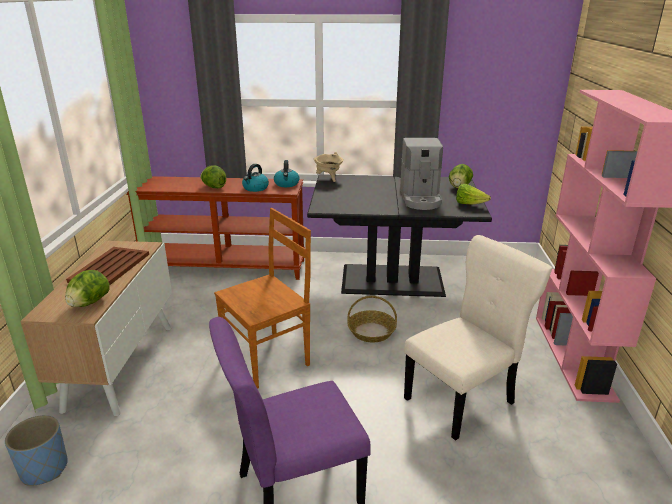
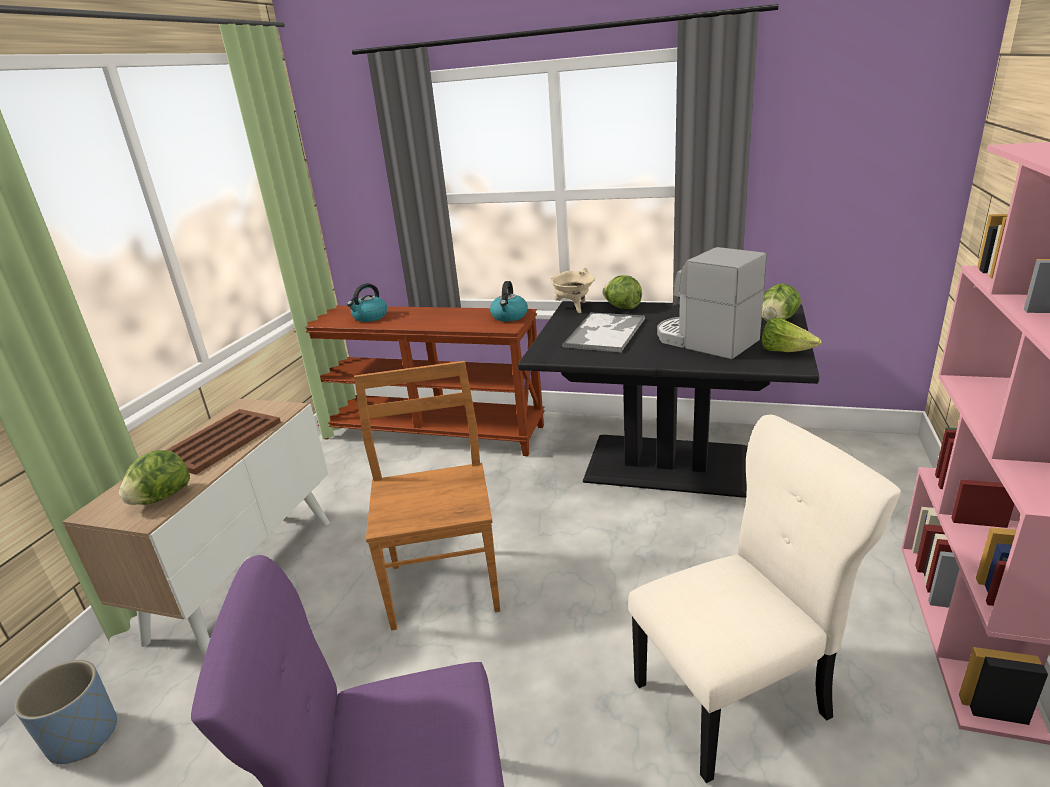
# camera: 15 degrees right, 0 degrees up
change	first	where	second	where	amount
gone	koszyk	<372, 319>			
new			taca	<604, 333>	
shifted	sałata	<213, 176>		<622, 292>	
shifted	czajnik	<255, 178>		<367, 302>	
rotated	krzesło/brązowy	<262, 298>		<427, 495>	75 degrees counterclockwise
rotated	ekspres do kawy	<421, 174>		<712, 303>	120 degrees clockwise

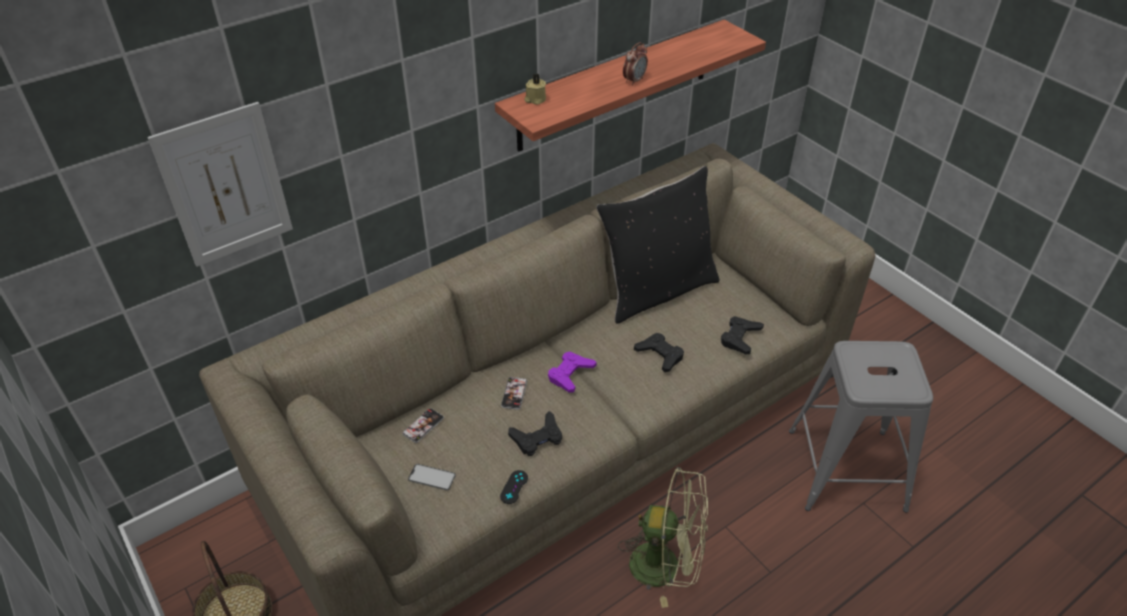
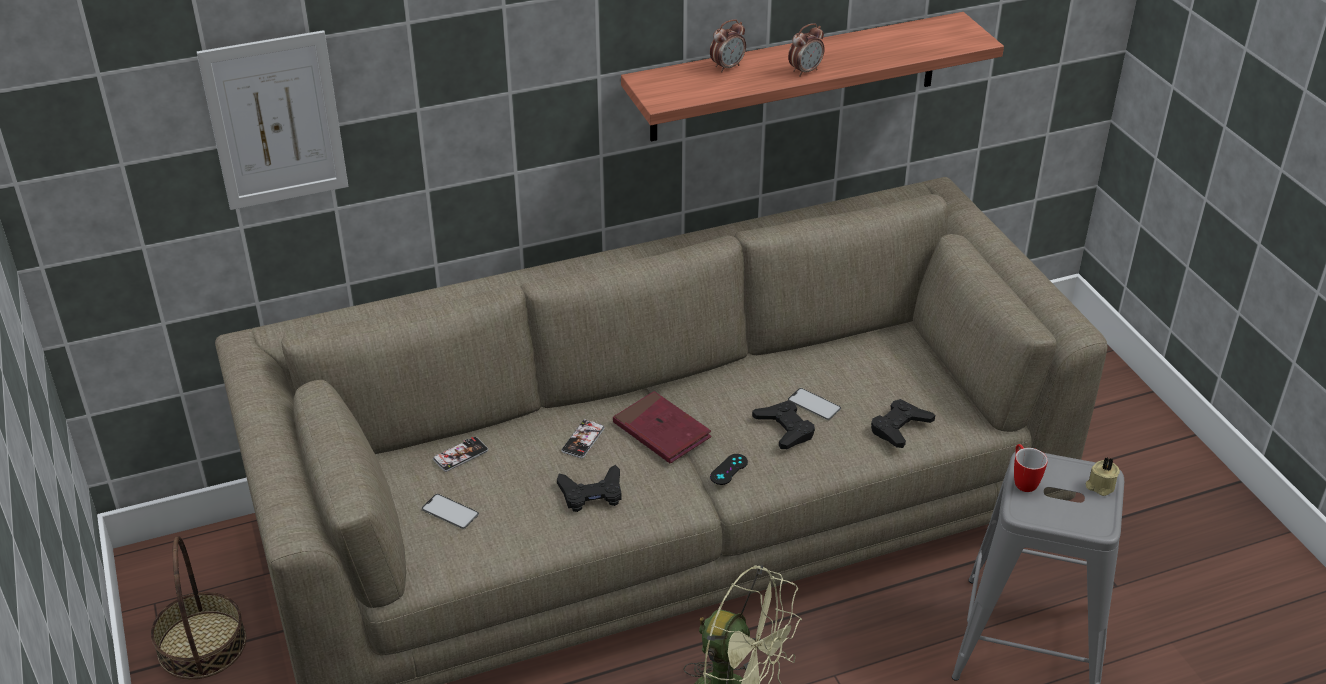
# camera: 15 degrees right, 5 degrees down
change	first	where	second	where	amount
gone	poduszka/czarny	<657, 245>			
new			budzik	<728, 45>	
new			telefon	<814, 404>	
new			kubek	<1031, 468>	
shifted	pad do gier/czarny	<514, 487>		<729, 469>	
shifted	świeca/beżowy	<535, 89>		<1103, 476>	
swapped	pad do gier/fioletowy	<572, 372>	książka/czerwony	<662, 427>	

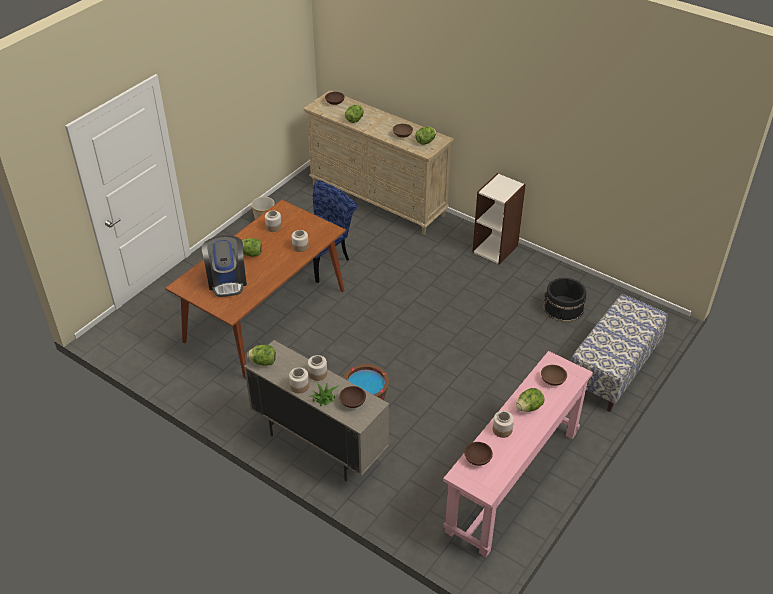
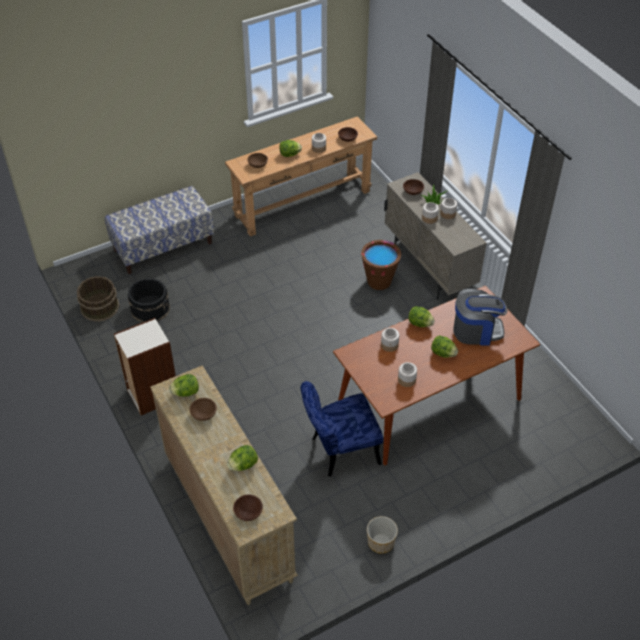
# camera: 155 degrees left, 5 degrees up
change	first	where	second	where	amount
new			wiadro/brązowy	<98, 299>	
shifted	sałata	<261, 355>		<421, 316>	
repainted	stolik konsolowy/różowy	<518, 454>	stolik konsolowy/brązowy	<301, 176>	
rotated	ekspres do kawy	<224, 266>		<480, 317>	75 degrees clockwise

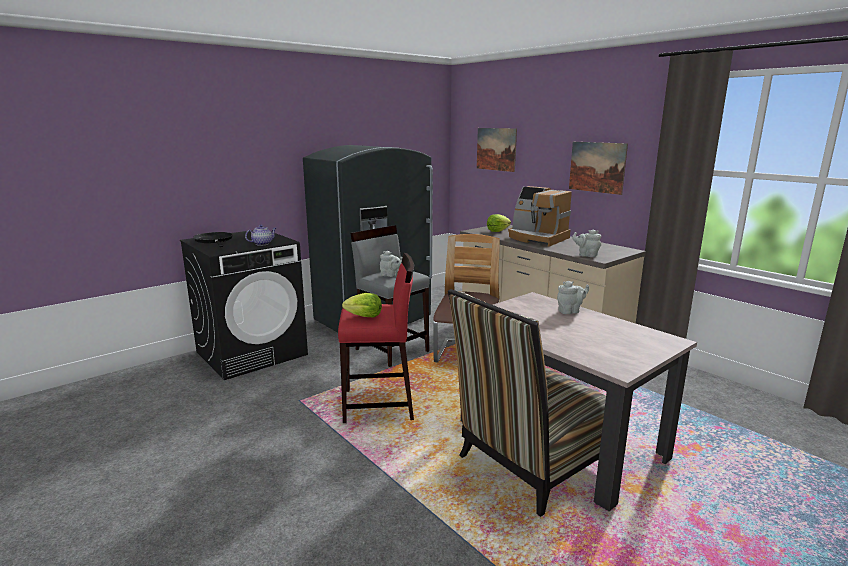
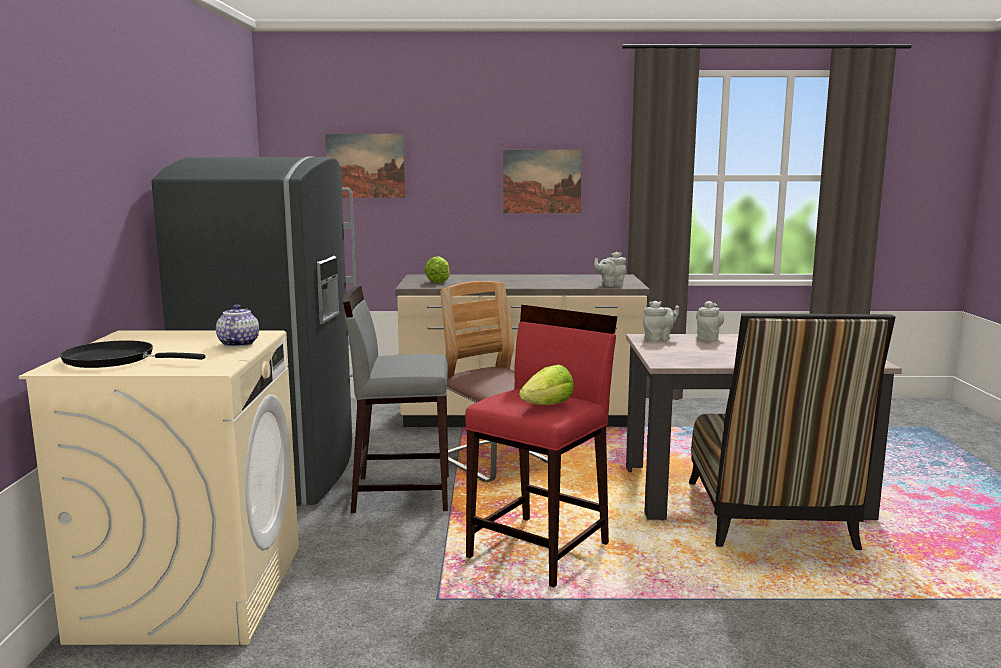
# camera: 50 degrees left, 5 degrees down
change	first	where	second	where	amount
gone	ekspres do kawy	<540, 216>			
shifted	imbryk/szary	<391, 264>		<661, 321>	
repainted	pralka/czarny	<244, 305>	pralka/beżowy	<159, 487>	

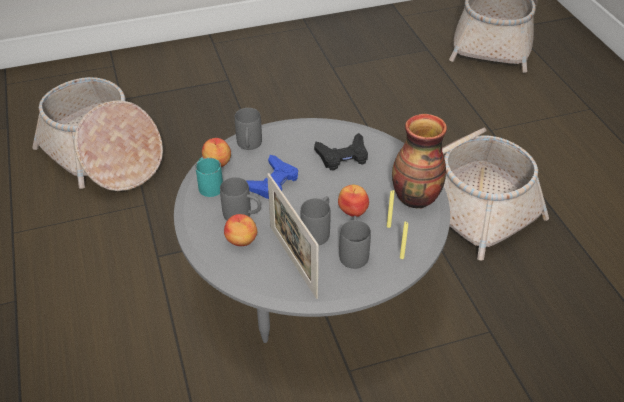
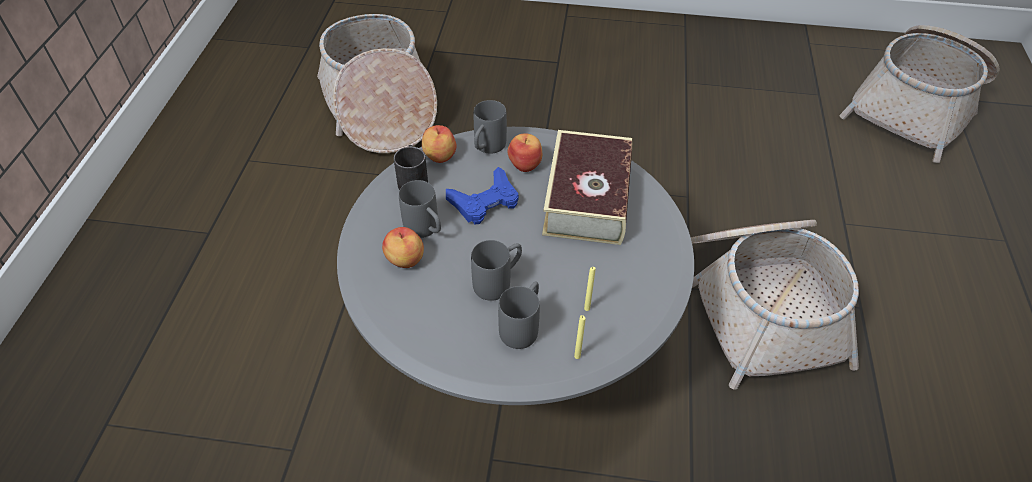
# camera: 25 degrees right, 5 degrees up
change	first	where	second	where	amount
gone	ramka na zdjęcie	<293, 236>			
gone	wazon	<419, 161>			
shifted	jabłko	<353, 201>		<524, 152>	
swapped	pad do gier/czarny	<341, 151>	książka	<587, 187>	
repainted	kubek/turkusowy	<209, 177>	kubek/czarny	<411, 167>	

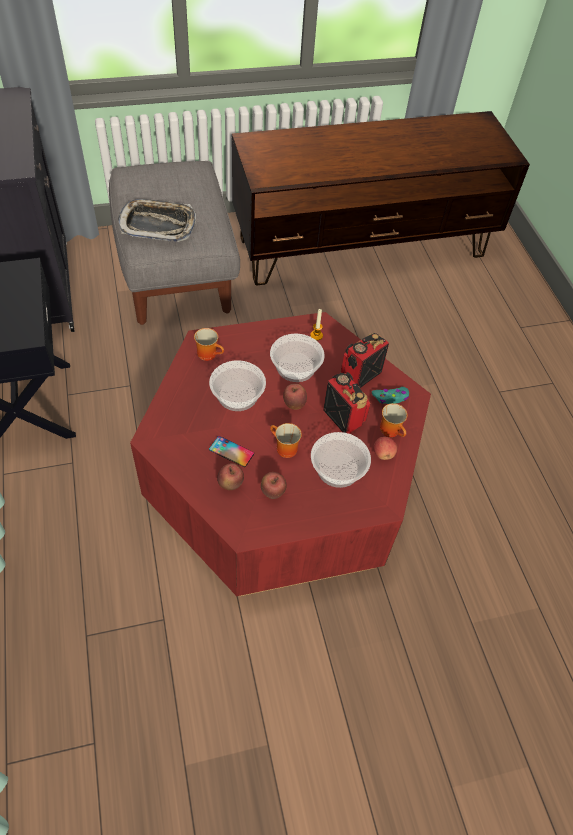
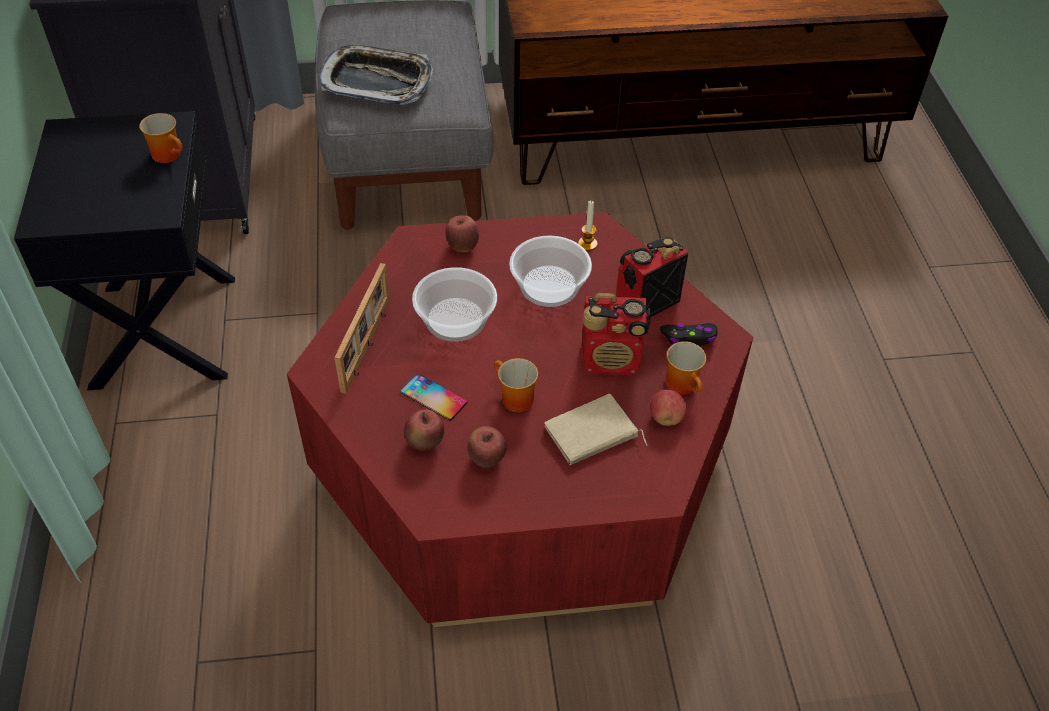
# camera: 10 degrees right, 5 degrees down
change	first	where	second	where	amount
new			ramka na zdjęcie	<362, 328>	
shifted	kubek	<209, 344>		<161, 138>	
shifted	jabłko	<295, 397>		<462, 233>	
swapped	miska	<341, 460>	książka/beżowy	<595, 429>	
repainted	pad do gier/turkusowy	<390, 395>	pad do gier/czarny	<689, 334>	
rotated	radio	<346, 403>		<616, 334>	120 degrees clockwise

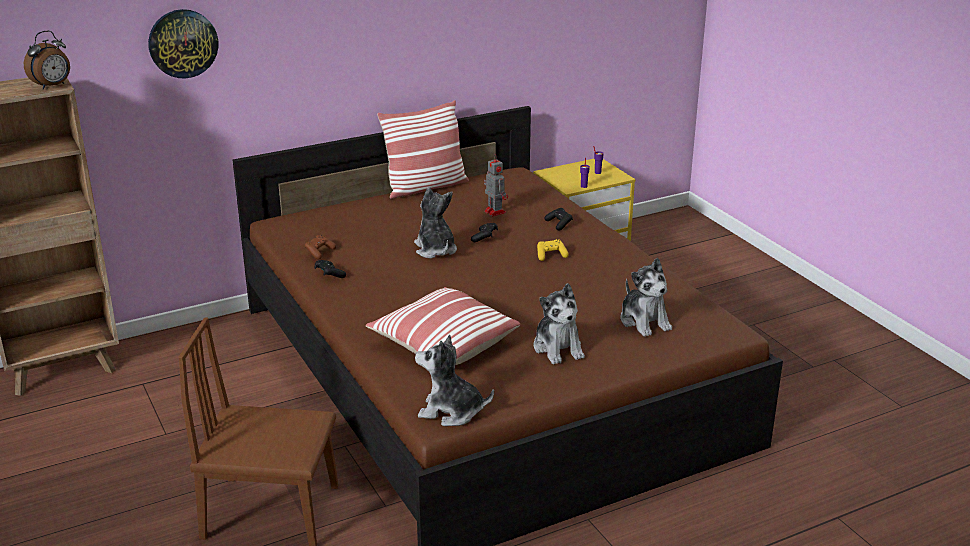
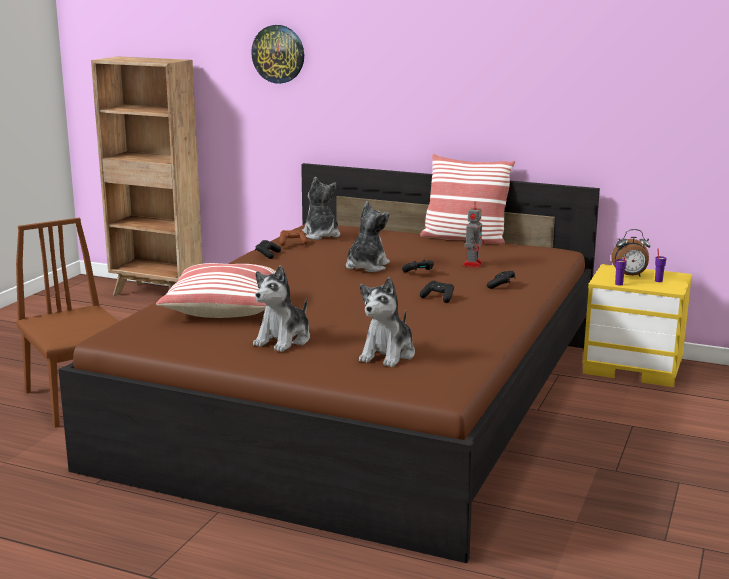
# camera: 50 degrees right, 10 degrees down
change	first	where	second	where	amount
shifted	budzik	<47, 60>		<630, 253>	
shifted	pluszak	<454, 380>		<321, 208>	
repainted	pad do gier/żółty	<553, 250>	pad do gier/czarny	<437, 292>	

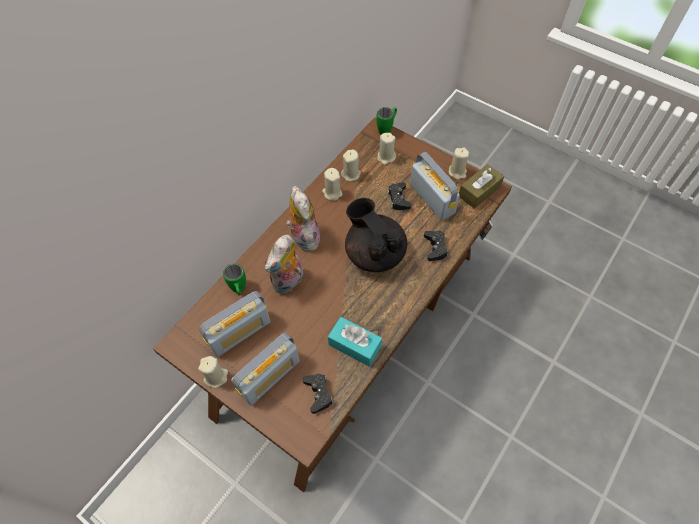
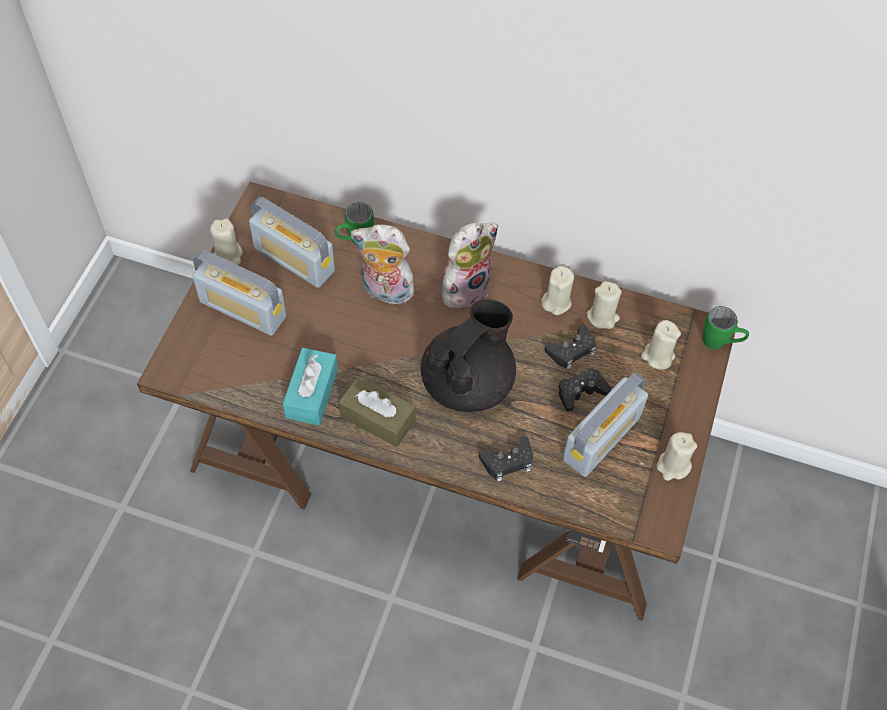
# camera: 70 degrees right, 0 degrees up
change	first	where	second	where	amount
shifted	pad do gier/czarny	<318, 394>		<570, 347>	
shifted	pudełko chusteczek/brązowy	<481, 186>		<377, 411>	

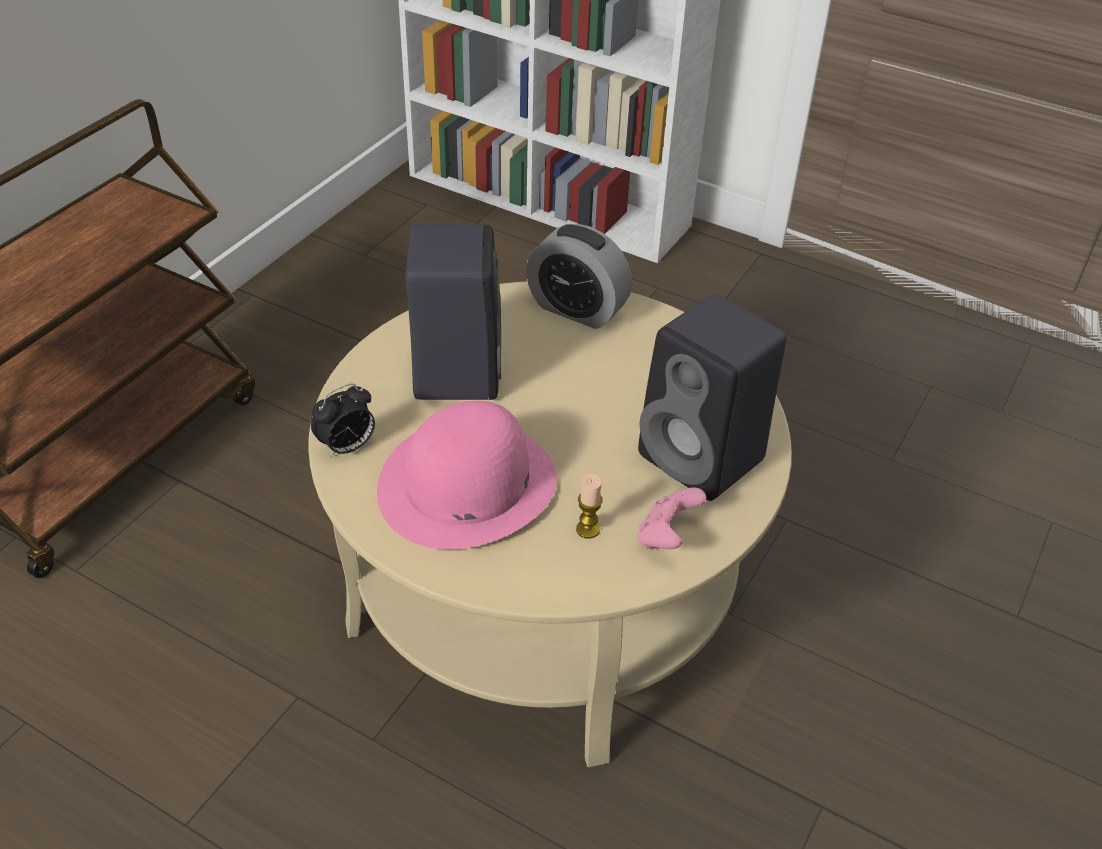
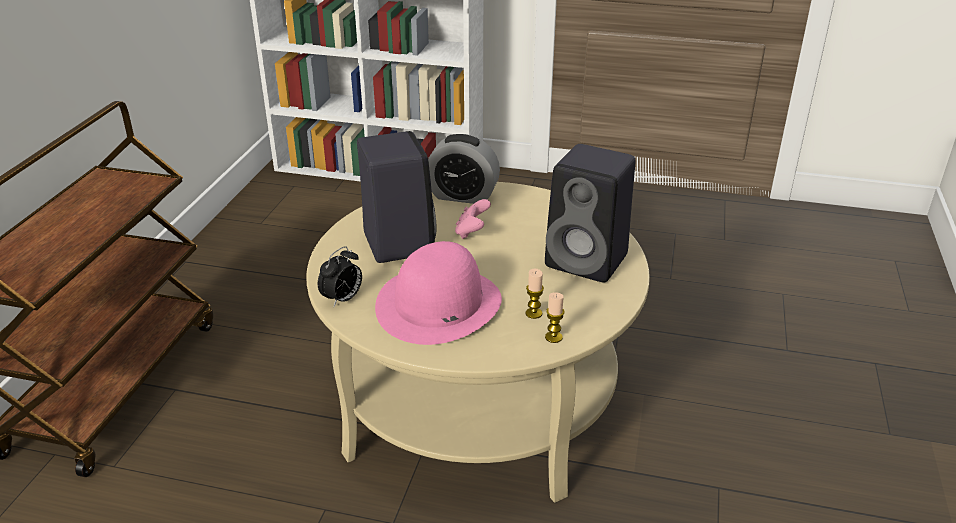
# camera: 15 degrees left, 10 degrees down
change	first	where	second	where	amount
new			świeca	<555, 317>	
shifted	pad do gier/różowy	<671, 518>		<473, 219>	

